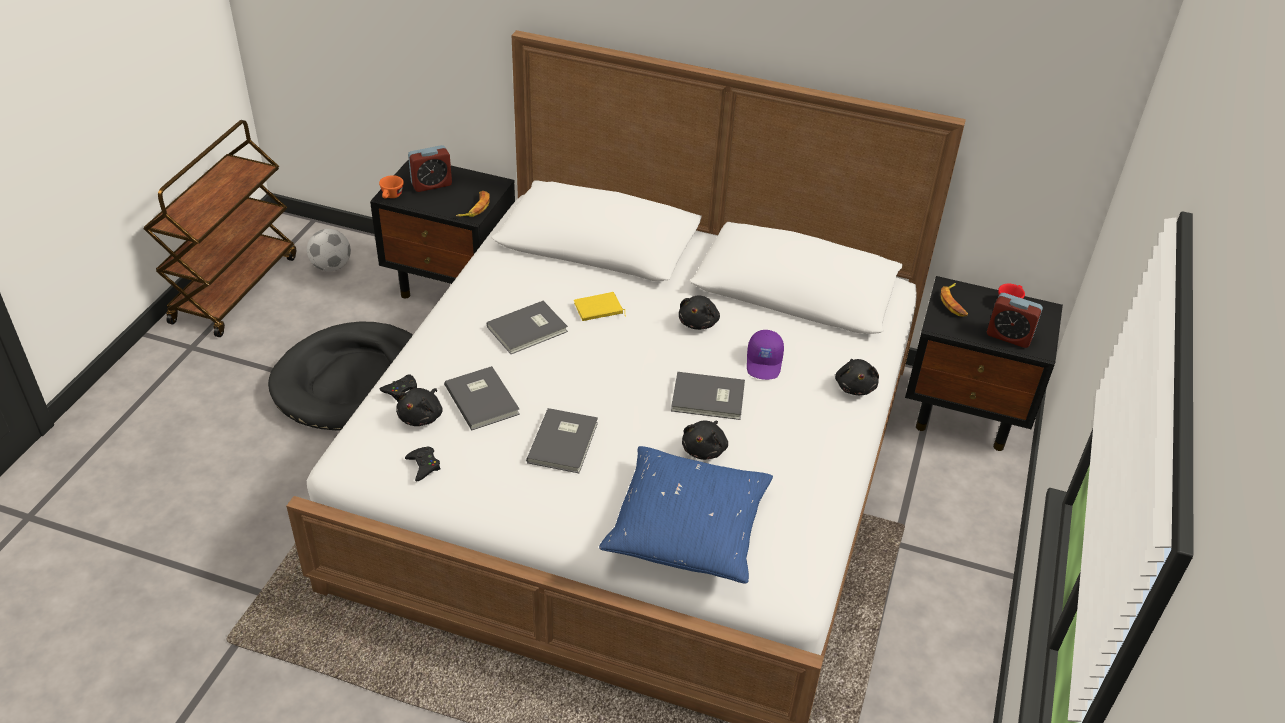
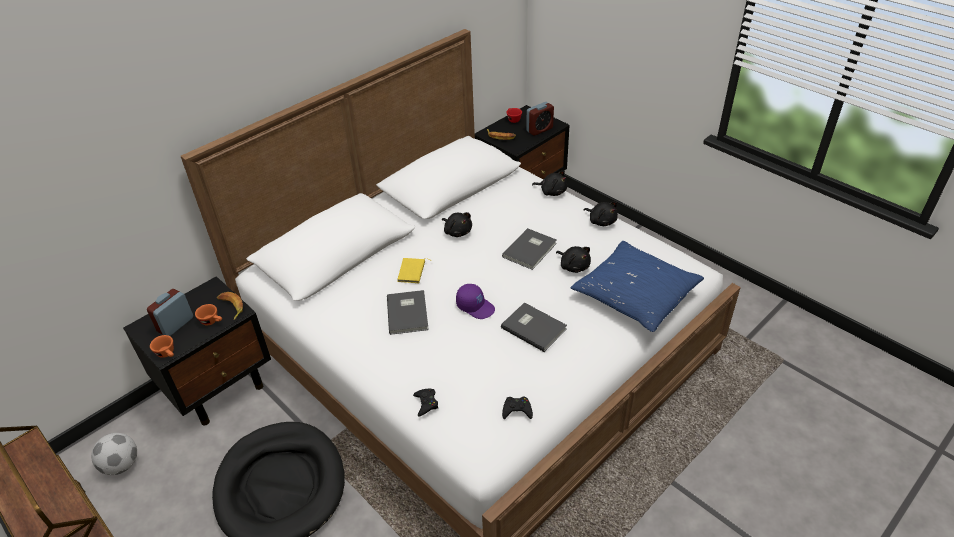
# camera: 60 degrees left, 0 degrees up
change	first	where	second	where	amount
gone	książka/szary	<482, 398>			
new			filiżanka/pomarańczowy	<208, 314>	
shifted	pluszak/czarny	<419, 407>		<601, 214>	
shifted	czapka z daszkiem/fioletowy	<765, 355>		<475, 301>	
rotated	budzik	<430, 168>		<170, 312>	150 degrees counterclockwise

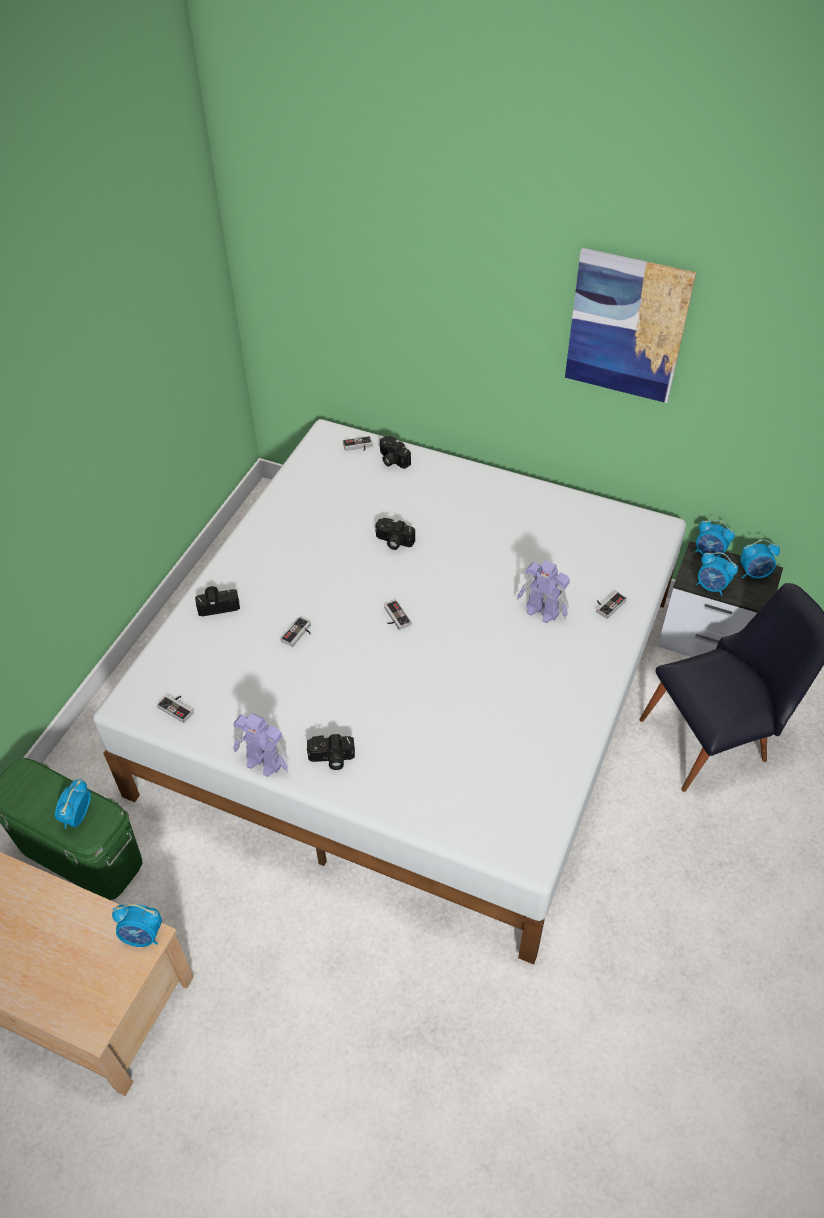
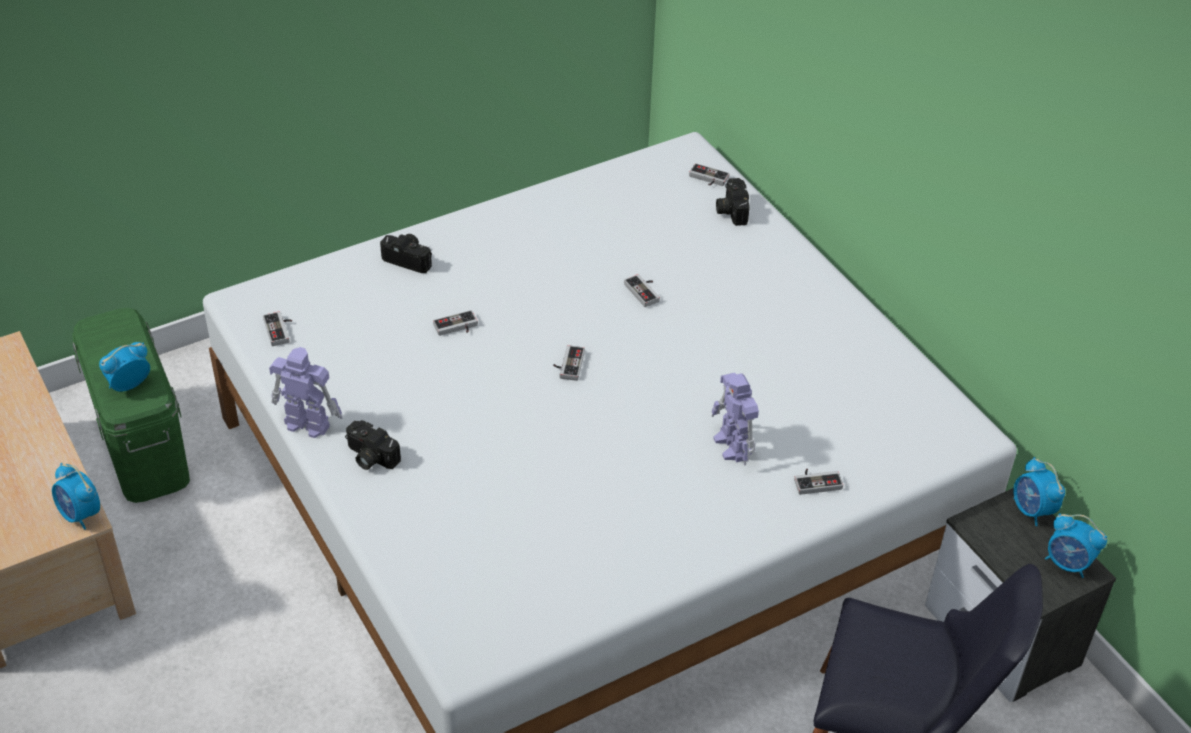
# camera: 35 degrees right, 5 degrees down
change	first	where	second	where	amount
gone	obraz	<631, 325>			
gone	budzik	<717, 574>			
swapped	aparat fotograficzny	<395, 534>	pad do gier	<642, 290>	
rotated	robot zabawkowy	<261, 745>		<305, 392>	135 degrees clockwise

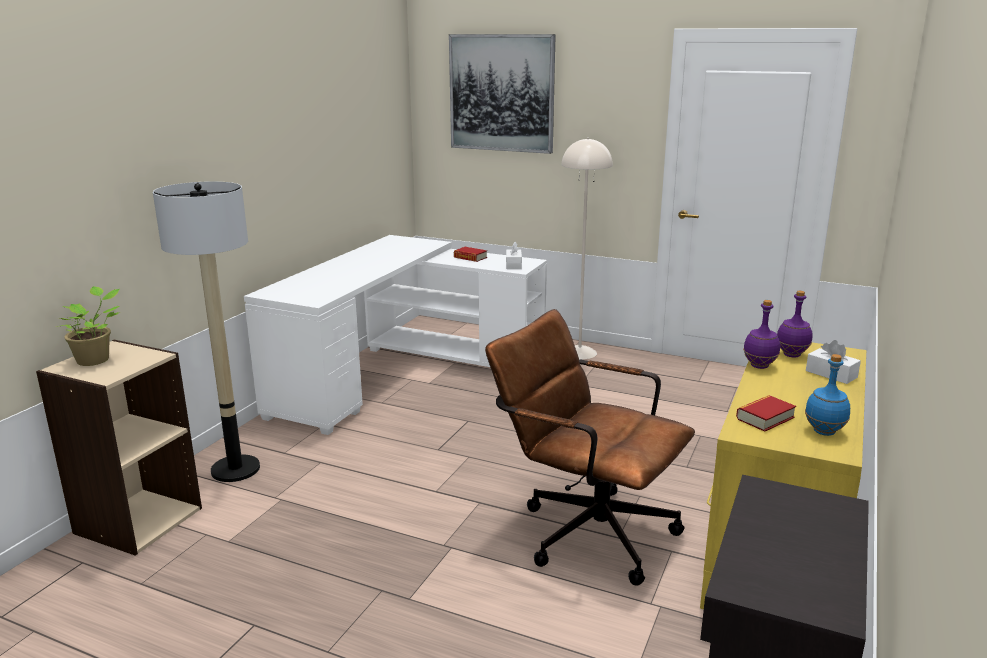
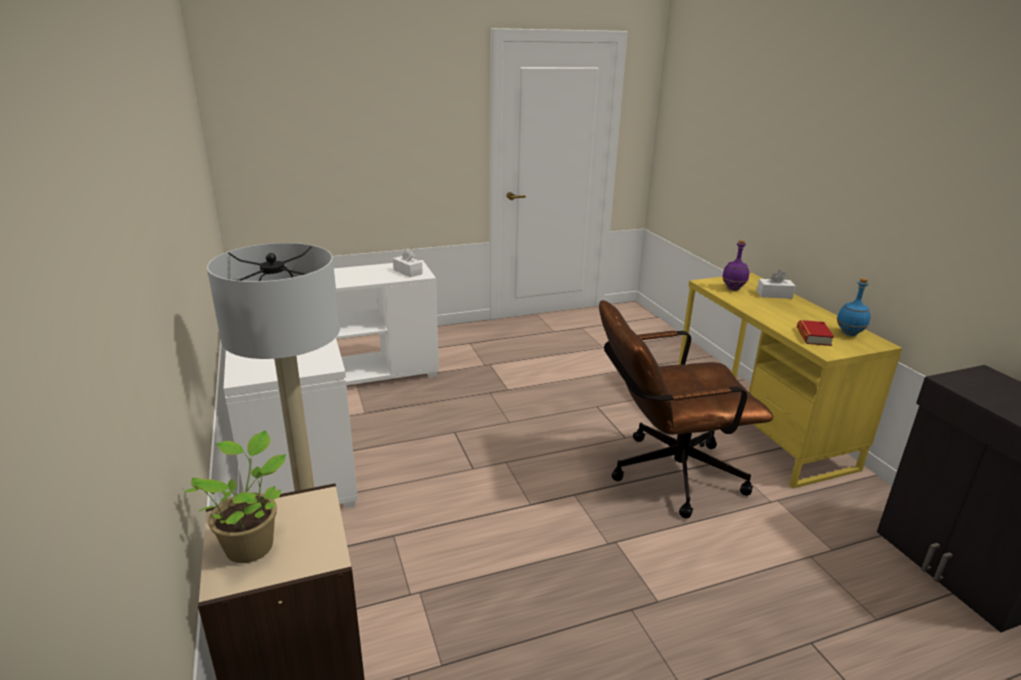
# camera: 45 degrees left, 5 degrees up
change	first	where	second	where	amount
gone	obraz	<502, 94>			
gone	książka	<470, 254>			
gone	lampa stojąca/beżowy	<587, 248>			
gone	butelka/fioletowy	<761, 334>			

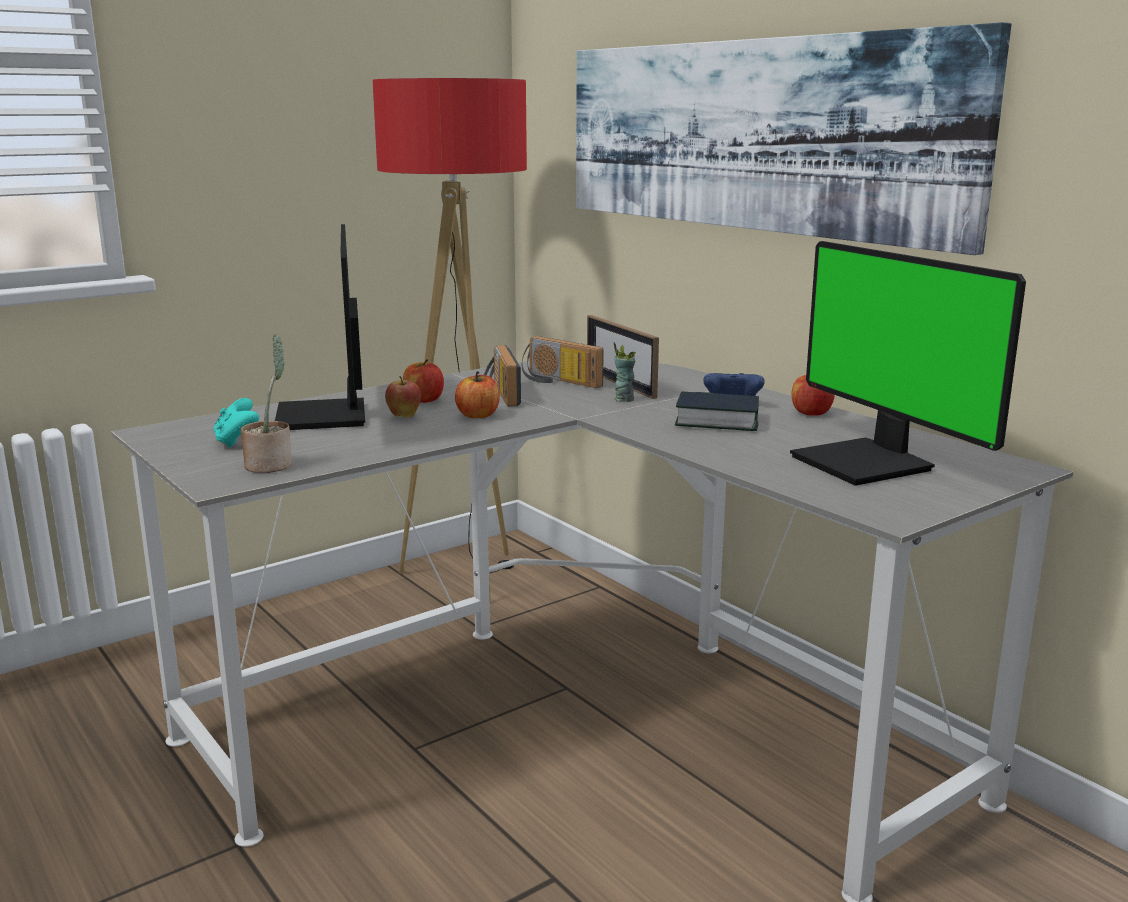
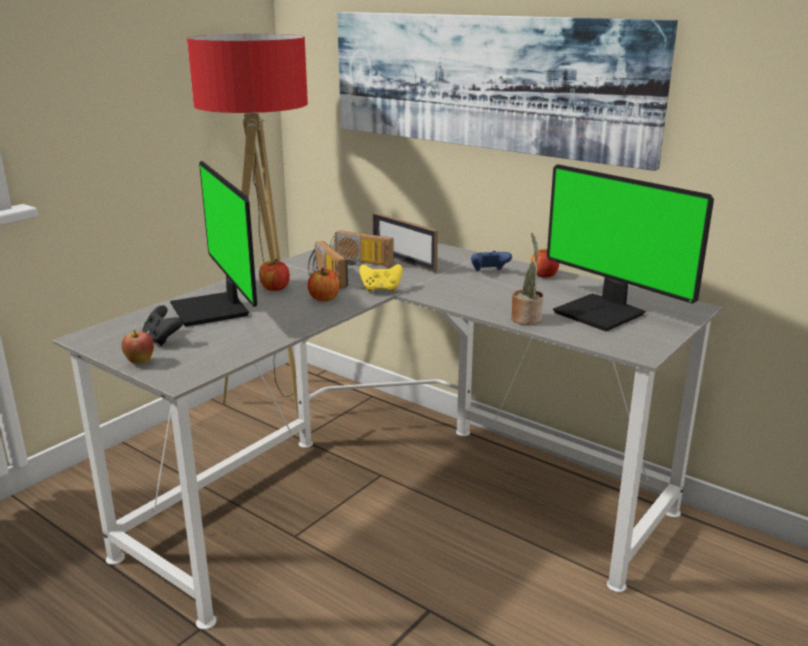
# camera: 15 degrees left, 5 degrees up
change	first	where	second	where	amount
gone	filiżanka	<625, 372>			
gone	książka	<717, 411>			
new			pad do gier/żółty	<381, 278>	
shifted	roślina doniczkowa	<266, 403>		<527, 279>	
shifted	jabłko	<403, 397>		<138, 347>	
repainted	pad do gier/turkusowy	<236, 423>	pad do gier/czarny	<162, 325>	

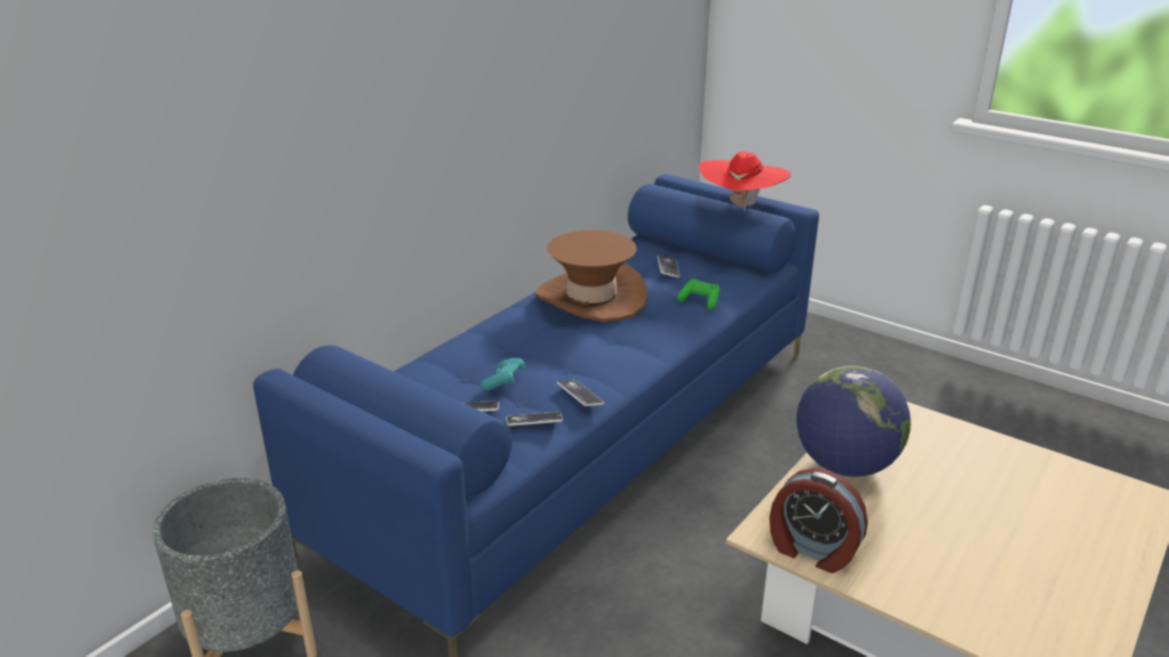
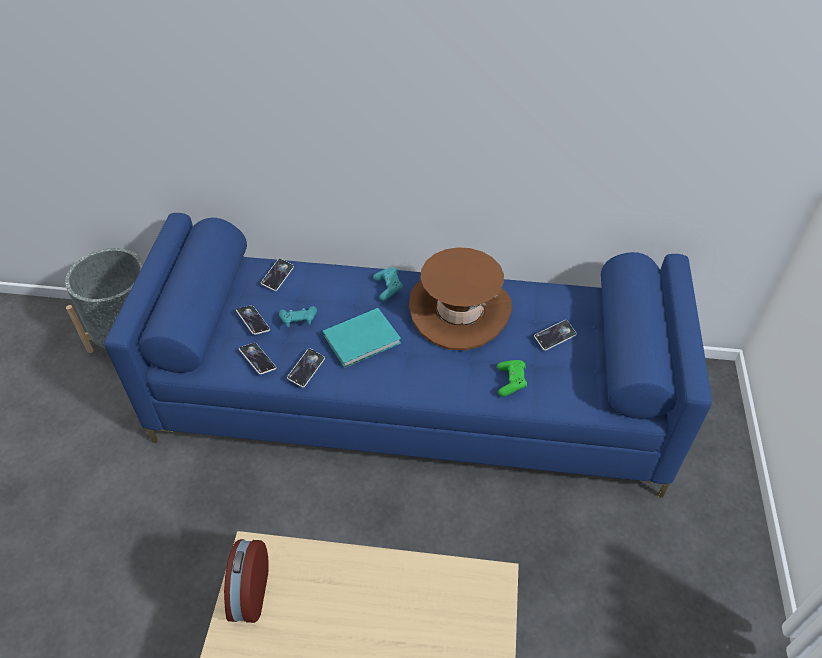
# camera: 60 degrees right, 20 degrees up
change	first	where	second	where	amount
gone	kapelusz/czerwony	<744, 181>			
gone	globus	<853, 421>			
new			telefon	<277, 275>	
new			książka/turkusowy	<362, 338>	
new			pad do gier/turkusowy	<388, 284>	

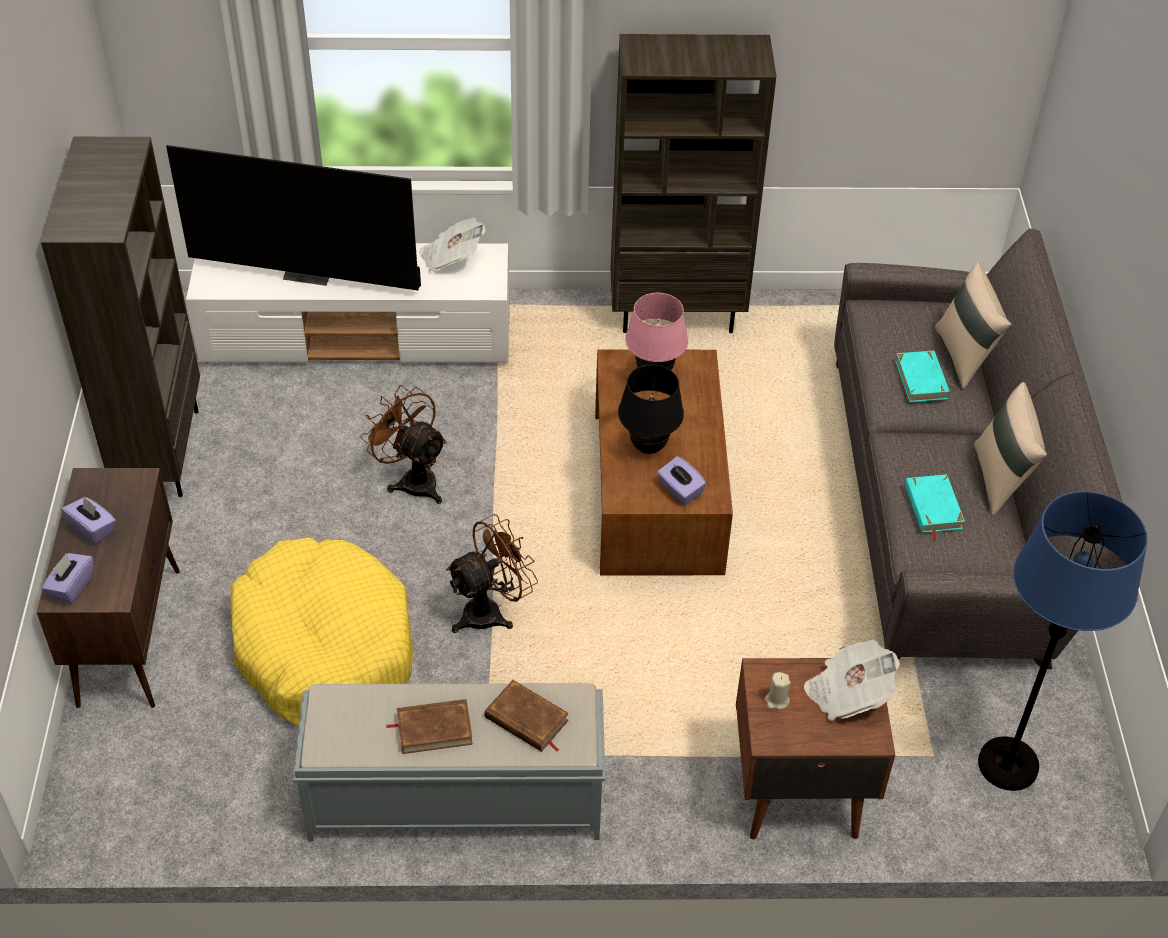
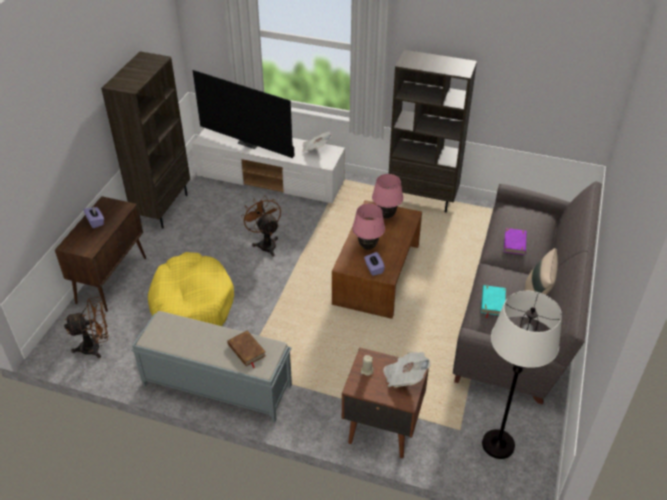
# camera: 20 degrees right, 5 degrees down
change	first	where	second	where	amount
gone	pudełko chusteczek/fioletowy	<68, 578>			
gone	książka/brązowy	<429, 726>			
gone	poduszka/beżowy	<973, 325>			
shifted	wentylator/brązowy	<492, 573>		<86, 327>	
repainted	lampa stołowa/czarny	<651, 409>	lampa stołowa/różowy	<368, 227>	
repainted	książka/turkusowy	<922, 376>	książka/fioletowy	<515, 241>	
repainted	lampa stojąca/niebieski	<1063, 641>	lampa stojąca/biały	<522, 375>	

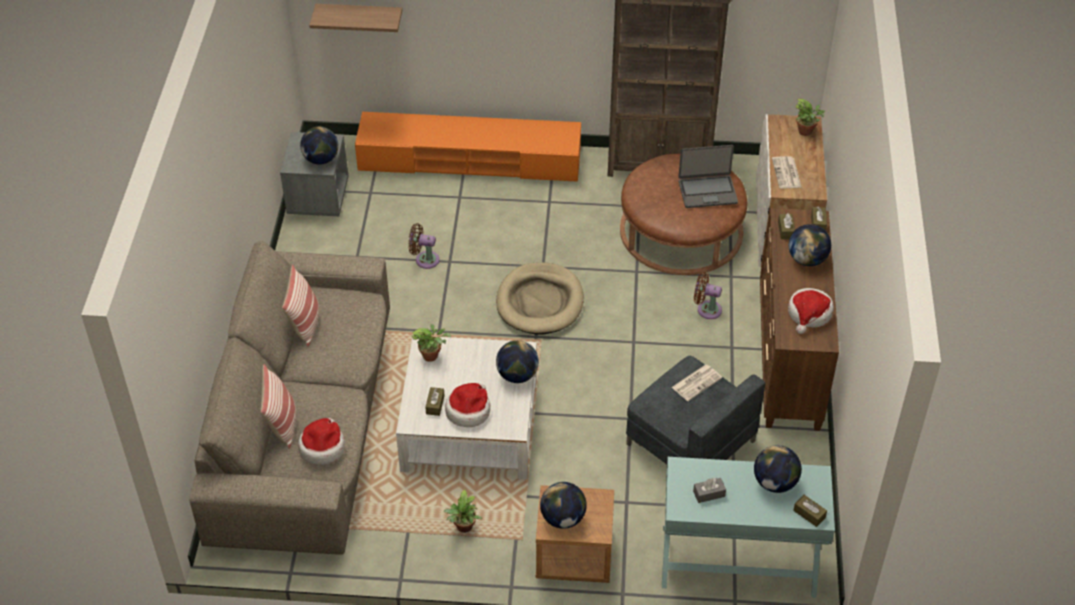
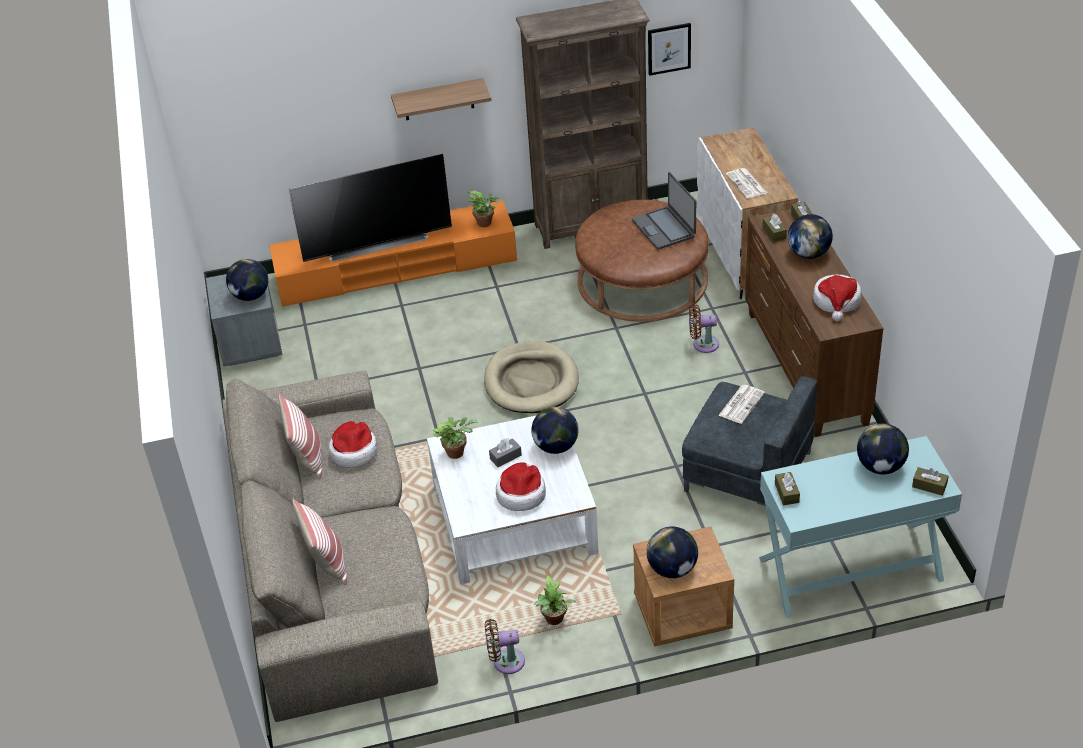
# camera: 15 degrees left, 5 degrees down
change	first	where	second	where	amount
new			telewizor	<370, 208>	
new			obraz	<669, 49>	
shifted	kapelusz	<321, 441>		<353, 444>	
shifted	półka	<355, 18>		<441, 99>	
shifted	wentylator/brązowy	<424, 246>		<505, 646>	
shifted	pudełko chusteczek/brązowy	<435, 401>		<787, 488>	
shifted	pudełko chusteczek/szary	<709, 490>		<505, 452>	
shifted	roślina doniczkowa	<810, 117>		<483, 209>	
rotated	laptop	<708, 176>		<664, 211>	90 degrees clockwise

